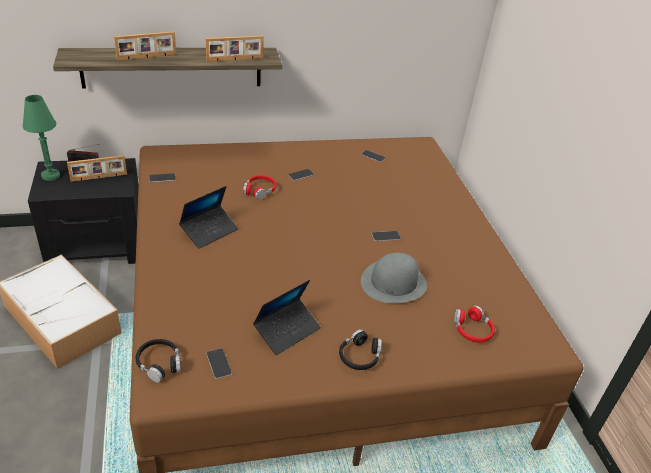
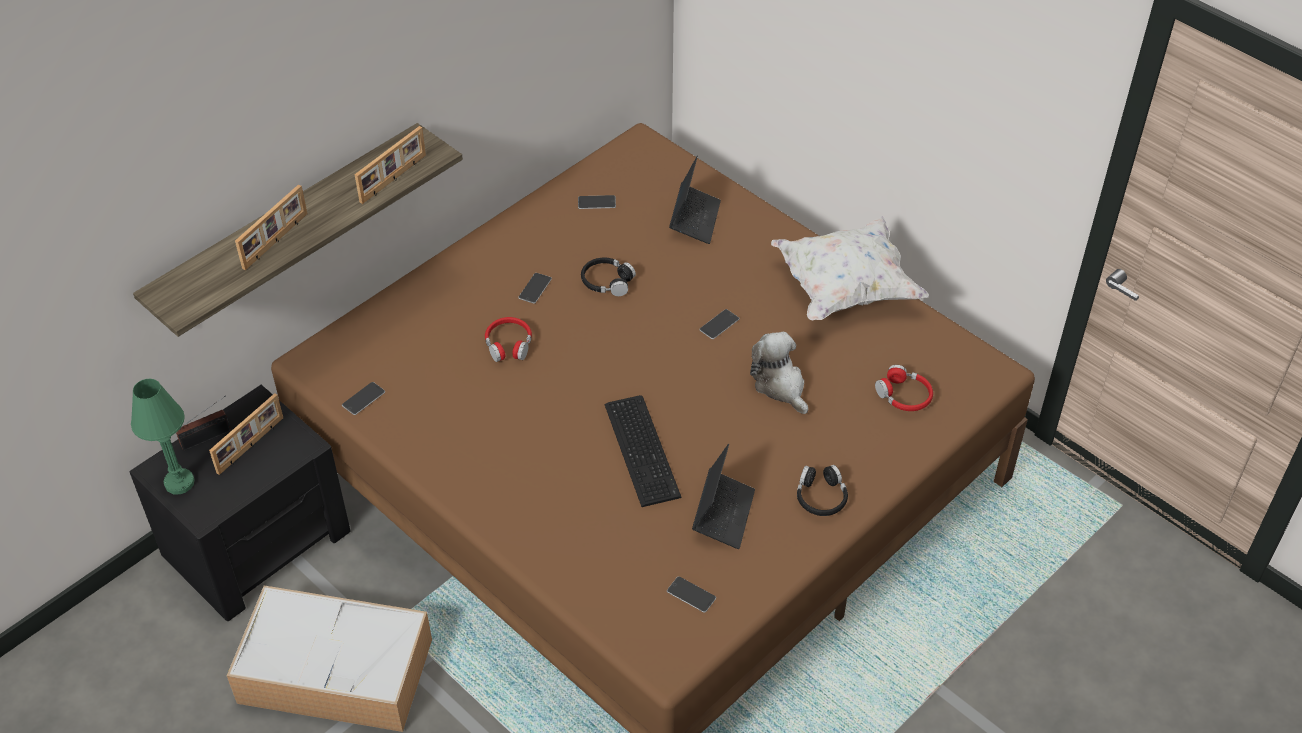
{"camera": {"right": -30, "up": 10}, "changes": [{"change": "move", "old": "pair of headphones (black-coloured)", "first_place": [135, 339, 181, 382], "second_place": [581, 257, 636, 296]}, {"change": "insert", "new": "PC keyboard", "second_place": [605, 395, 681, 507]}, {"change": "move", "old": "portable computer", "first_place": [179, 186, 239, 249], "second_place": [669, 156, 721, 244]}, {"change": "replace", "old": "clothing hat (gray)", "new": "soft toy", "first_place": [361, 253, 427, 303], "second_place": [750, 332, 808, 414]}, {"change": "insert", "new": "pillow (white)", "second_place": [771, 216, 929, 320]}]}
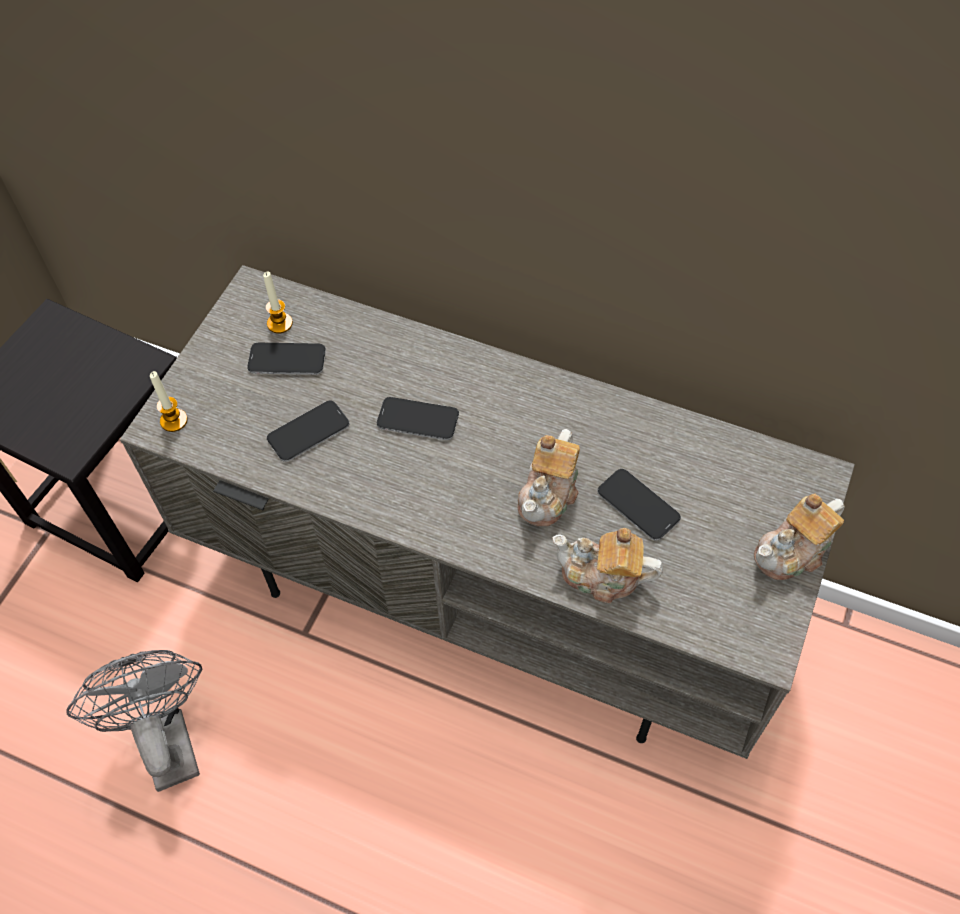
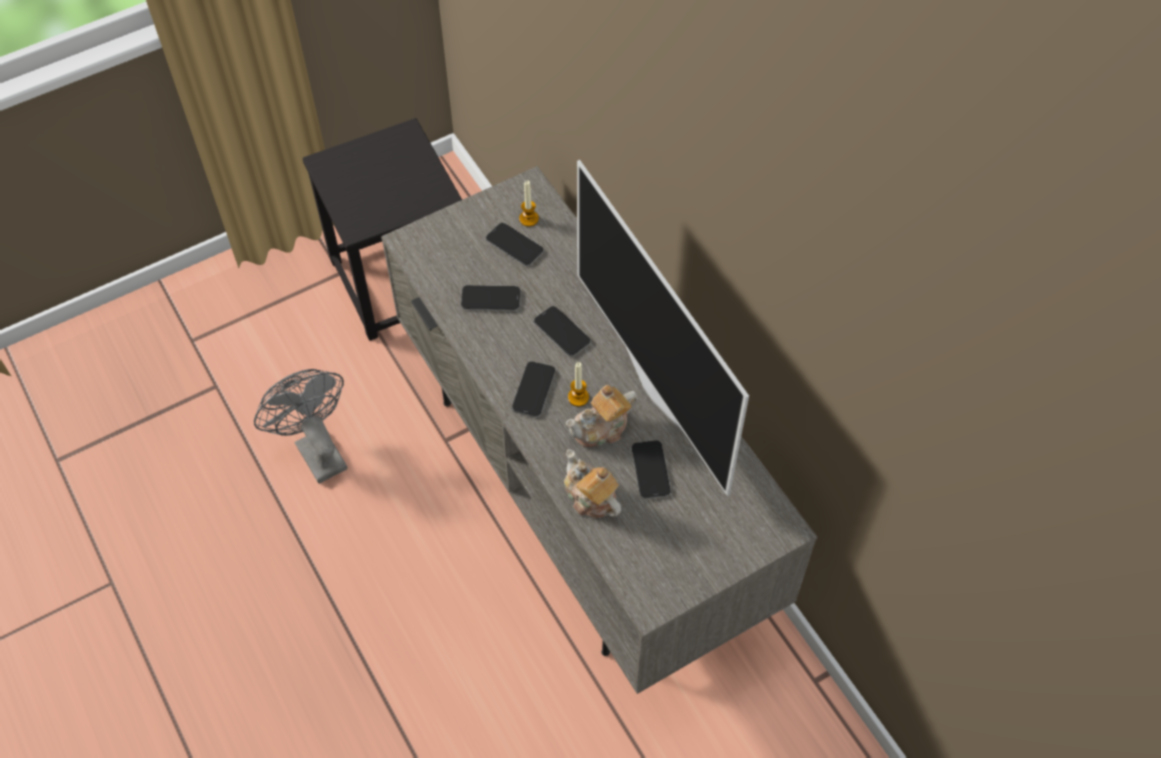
{"camera": {"right": 35, "up": 0}, "changes": [{"change": "rotate", "old": "fan (gray)", "first_place": [67, 650, 202, 792], "second_place": [254, 369, 348, 484], "degrees": -45}, {"change": "insert", "new": "phone", "second_place": [512, 362, 555, 417]}, {"change": "move", "old": "candle", "first_place": [150, 371, 188, 432], "second_place": [568, 362, 589, 407]}, {"change": "insert", "new": "television", "second_place": [577, 160, 749, 496]}, {"change": "delete", "old": "teapot", "first_place": [754, 493, 845, 580]}]}
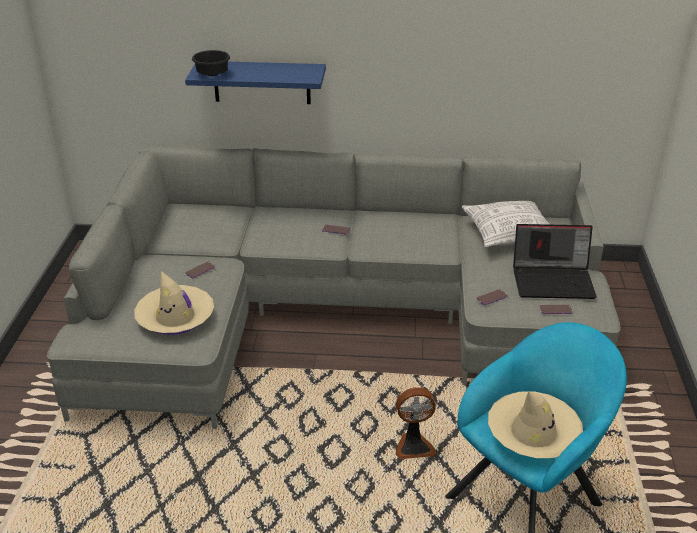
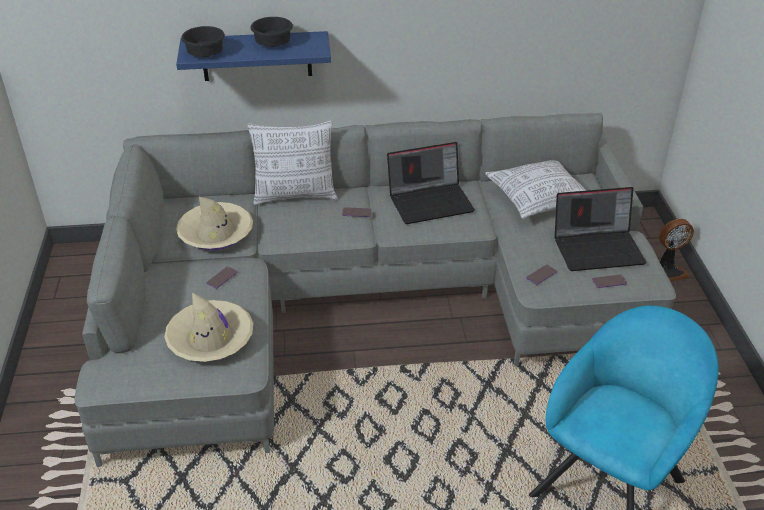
{"camera": {"right": -10, "up": 5}, "changes": [{"change": "move", "old": "clothing hat (sand-coloured)", "first_place": [488, 391, 583, 458], "second_place": [176, 197, 253, 250]}, {"change": "insert", "new": "pillow", "second_place": [247, 121, 337, 205]}, {"change": "insert", "new": "serving bowl (black-coloured)", "second_place": [251, 17, 293, 47]}, {"change": "insert", "new": "portable computer", "second_place": [387, 142, 475, 224]}, {"change": "move", "old": "fan", "first_place": [396, 387, 436, 459], "second_place": [659, 219, 694, 282]}]}
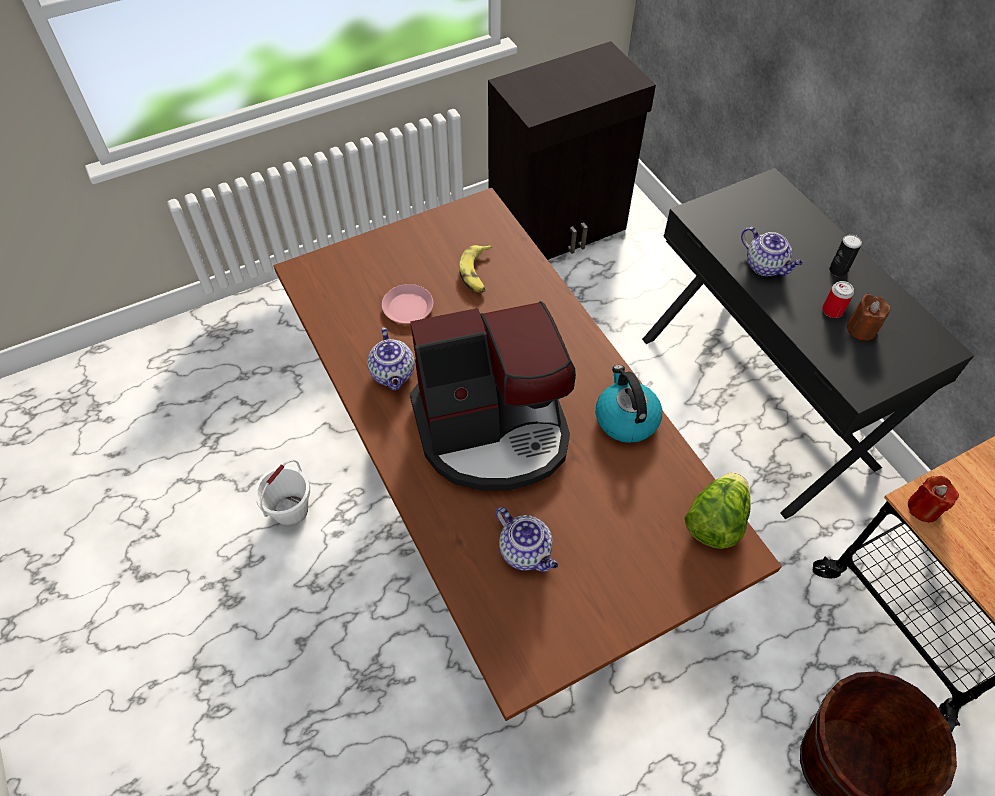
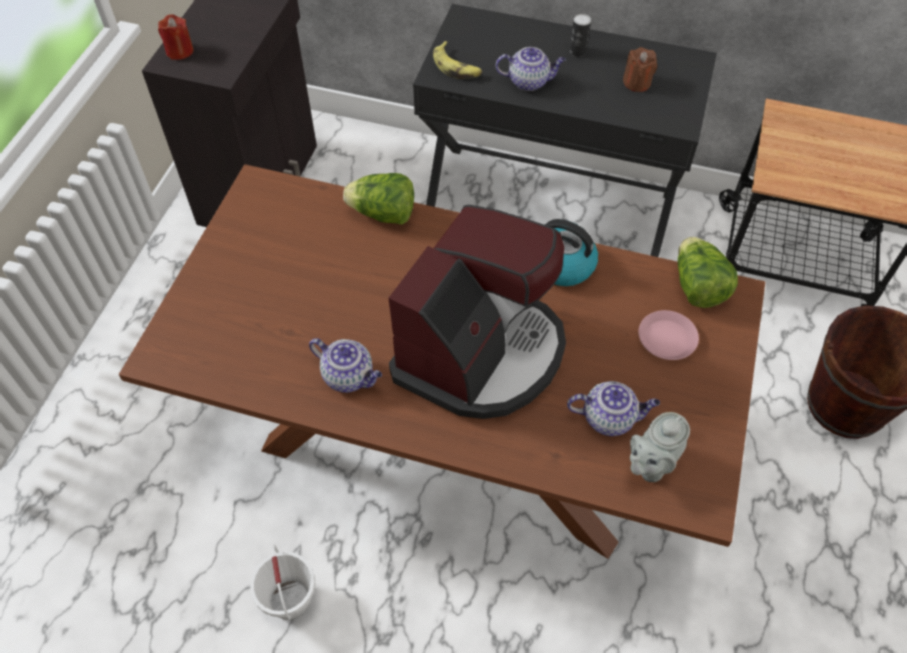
{"camera": {"right": -45, "up": 0}, "changes": [{"change": "move", "old": "candle (red-coloured)", "first_place": [908, 476, 959, 522], "second_place": [158, 14, 193, 60]}, {"change": "insert", "new": "lettuce head", "second_place": [343, 173, 414, 225]}, {"change": "move", "old": "banana", "first_place": [459, 245, 492, 293], "second_place": [433, 41, 482, 79]}, {"change": "insert", "new": "teapot (gray)", "second_place": [630, 412, 690, 482]}, {"change": "move", "old": "plate (pink)", "first_place": [382, 284, 433, 324], "second_place": [638, 310, 699, 360]}, {"change": "delete", "old": "metal can", "first_place": [822, 281, 854, 318]}]}
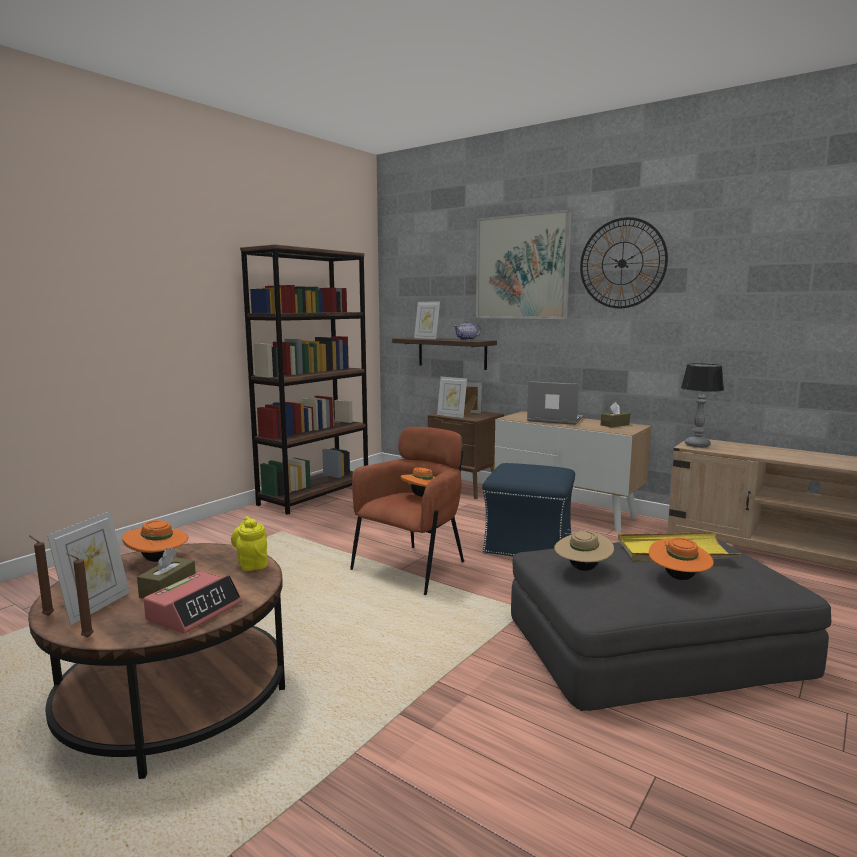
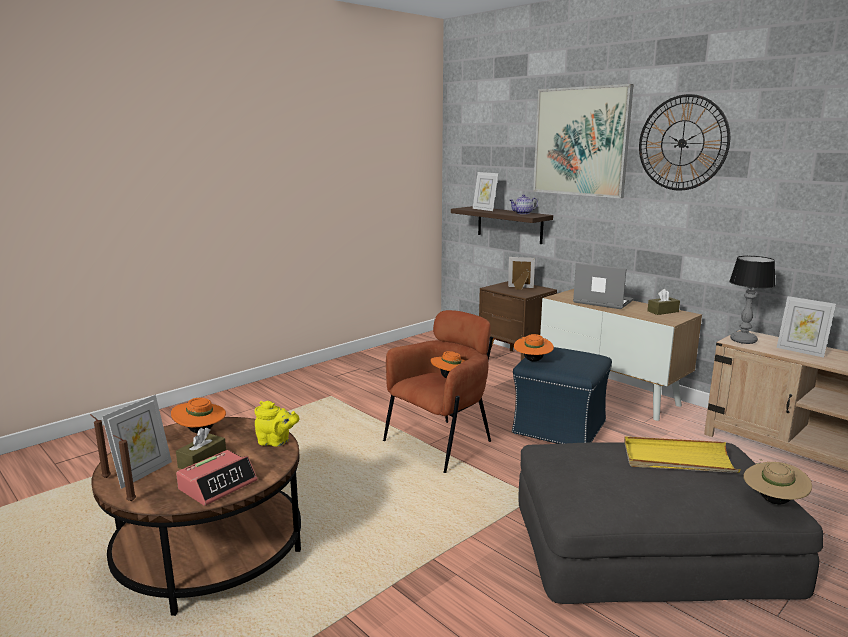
{"camera": {"right": 10, "up": 5}, "changes": [{"change": "rotate", "old": "teapot (yellowish)", "first_place": [231, 516, 268, 571], "second_place": [255, 401, 300, 447], "degrees": 120}, {"change": "move", "old": "clothing hat (orange-coloured)", "first_place": [649, 537, 714, 580], "second_place": [514, 334, 554, 362]}, {"change": "move", "old": "clothing hat (sand-coloured)", "first_place": [554, 529, 614, 571], "second_place": [743, 459, 812, 504]}, {"change": "move", "old": "picture frame", "first_place": [437, 377, 467, 418], "second_place": [777, 296, 836, 358]}, {"change": "delete", "old": "bookshelf (brownish)", "first_place": [240, 244, 368, 515]}]}
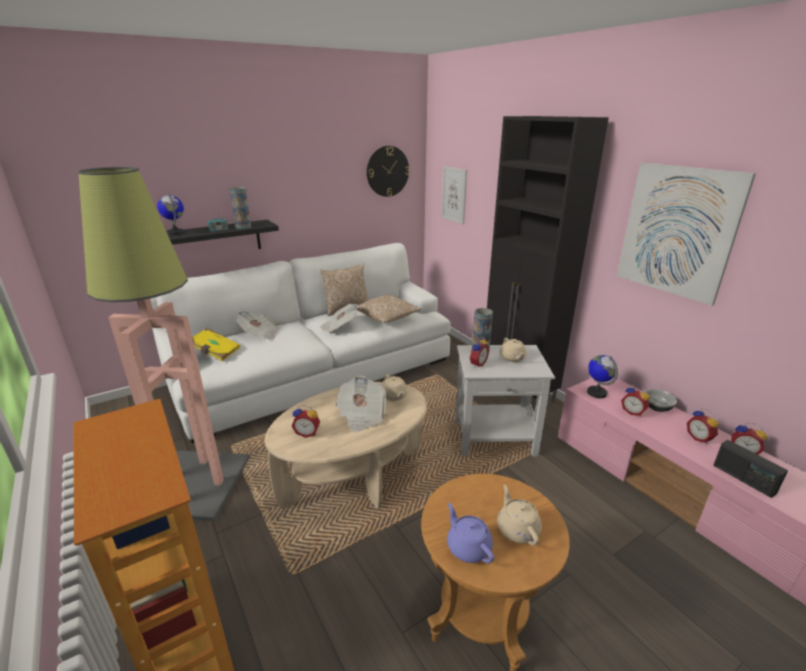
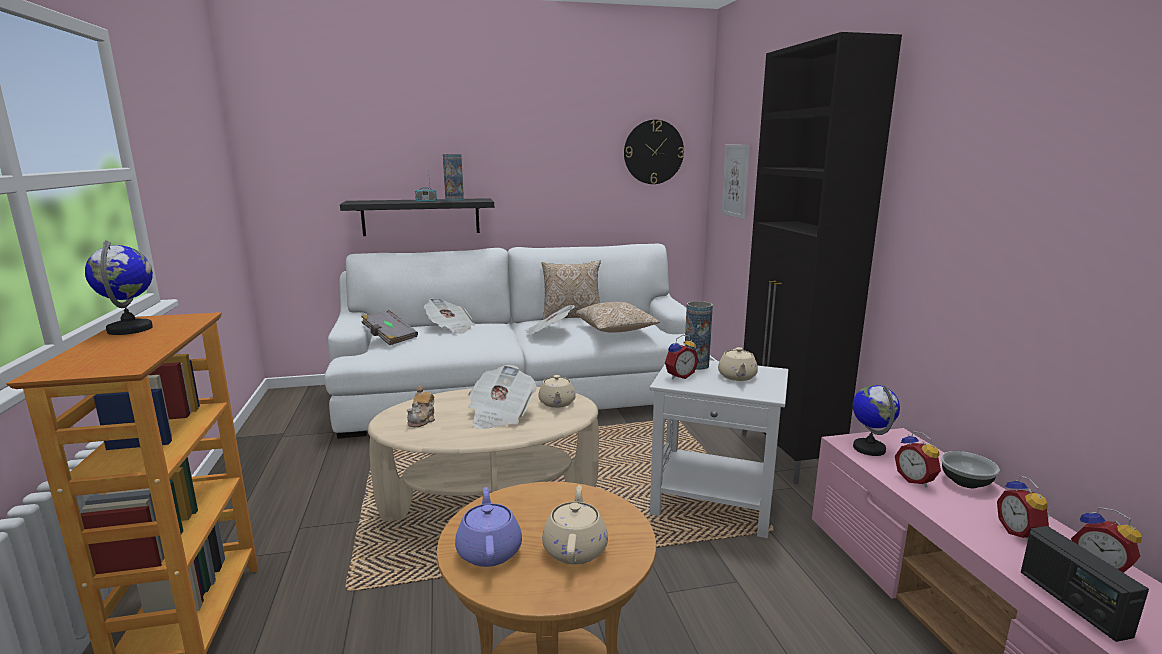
{"camera": {"right": 20, "up": -10}, "changes": [{"change": "move", "old": "globe", "first_place": [157, 193, 185, 235], "second_place": [85, 240, 153, 335]}, {"change": "recolor", "old": "volume (yellowish)", "new": "volume (gray)", "first_place": [192, 328, 240, 361], "second_place": [361, 310, 418, 345]}, {"change": "replace", "old": "table clock", "new": "teapot", "first_place": [292, 405, 320, 438], "second_place": [406, 387, 435, 427]}, {"change": "delete", "old": "standard lamp", "first_place": [78, 167, 250, 521]}, {"change": "delete", "old": "wall picture", "first_place": [617, 162, 756, 306]}]}
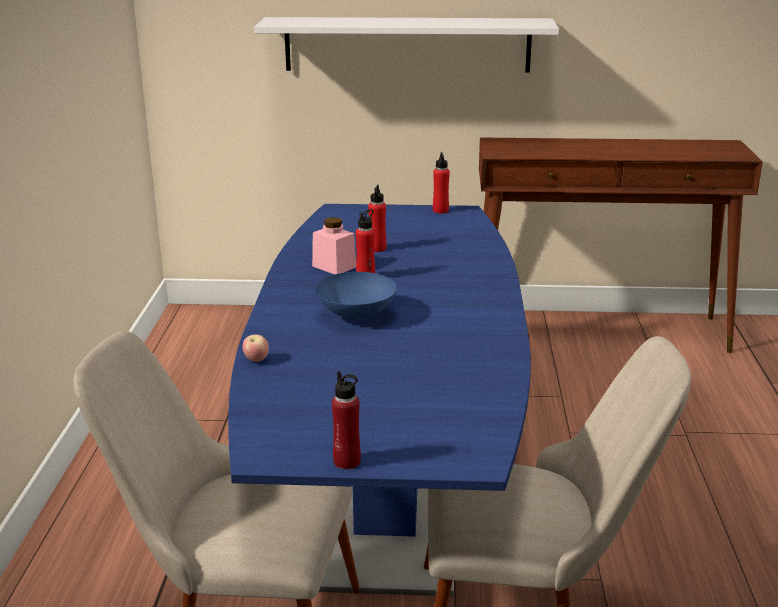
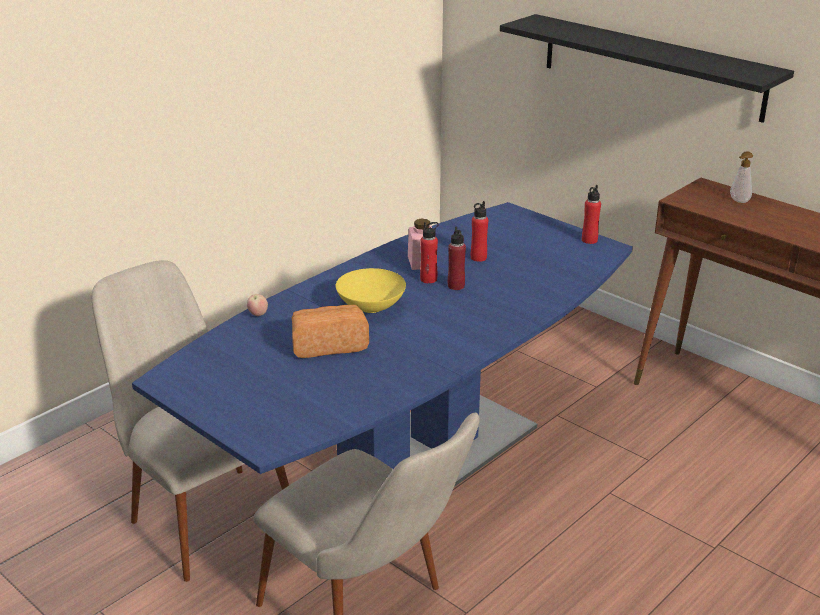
{"camera": {"right": 40, "up": 5}, "changes": [{"change": "insert", "new": "baked bread", "second_place": [292, 305, 369, 358]}, {"change": "recolor", "old": "serving bowl (blue-coloured)", "new": "serving bowl (yellowish)", "first_place": [315, 272, 397, 321], "second_place": [336, 268, 406, 313]}, {"change": "move", "old": "beverage bottle (red-coloured)", "first_place": [332, 371, 361, 469], "second_place": [448, 226, 466, 290]}, {"change": "recolor", "old": "shelf (white)", "new": "shelf (black-coloured)", "first_place": [254, 17, 559, 72], "second_place": [500, 14, 794, 123]}, {"change": "insert", "new": "soap dispenser", "second_place": [730, 151, 753, 203]}]}
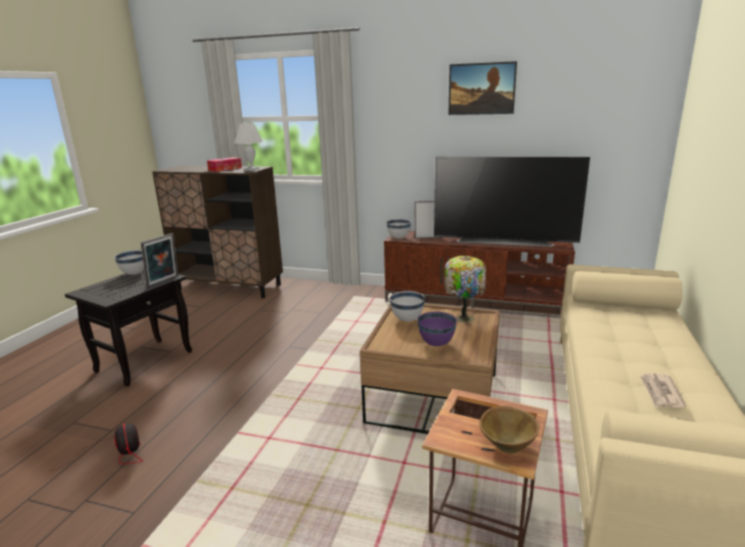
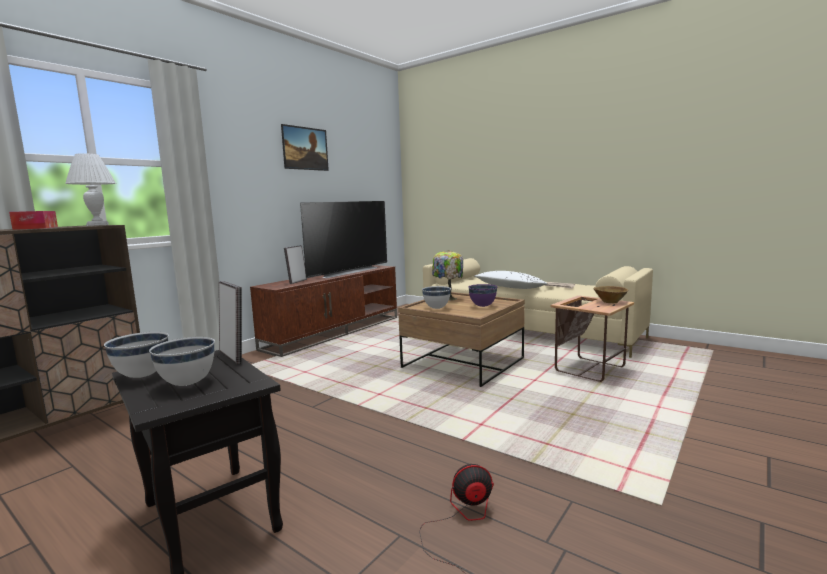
{"camera": {"right": -70, "up": -10}, "changes": [{"change": "move", "old": "serving bowl (white)", "first_place": [386, 219, 411, 239], "second_place": [149, 337, 215, 386]}, {"change": "insert", "new": "pillow (white)", "second_place": [474, 271, 548, 289]}]}
